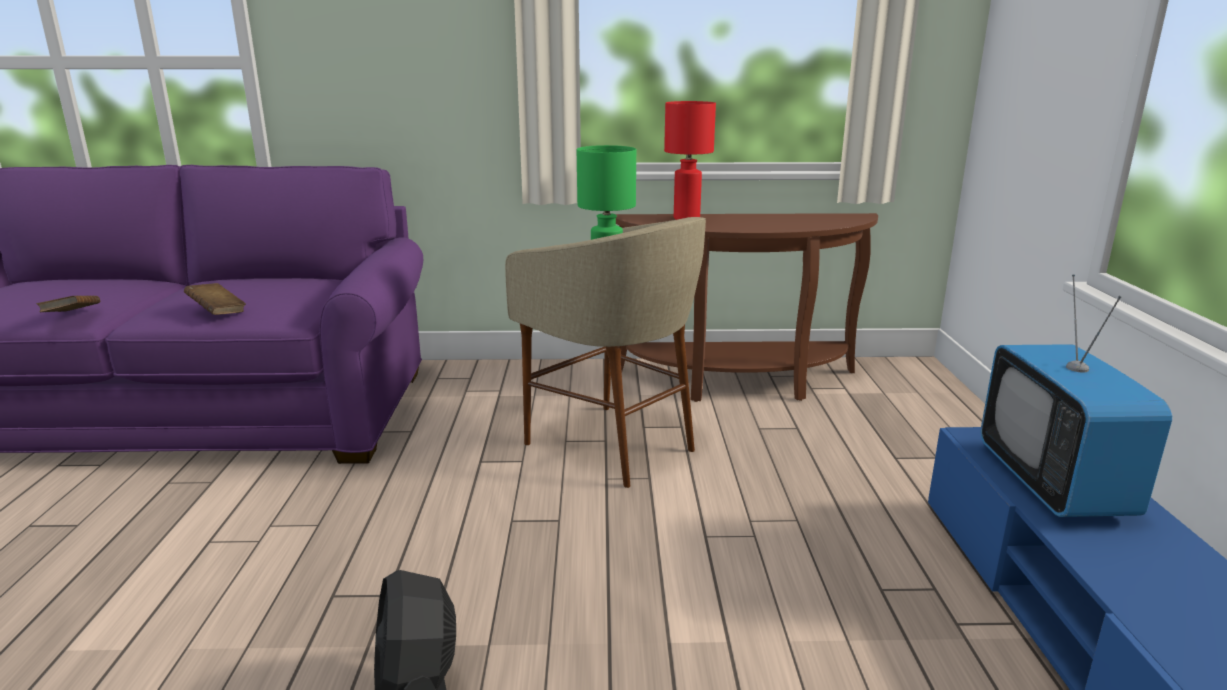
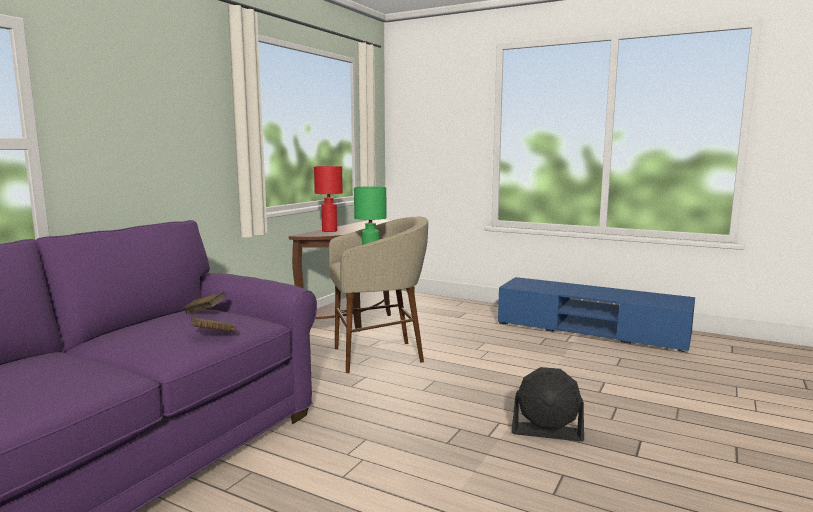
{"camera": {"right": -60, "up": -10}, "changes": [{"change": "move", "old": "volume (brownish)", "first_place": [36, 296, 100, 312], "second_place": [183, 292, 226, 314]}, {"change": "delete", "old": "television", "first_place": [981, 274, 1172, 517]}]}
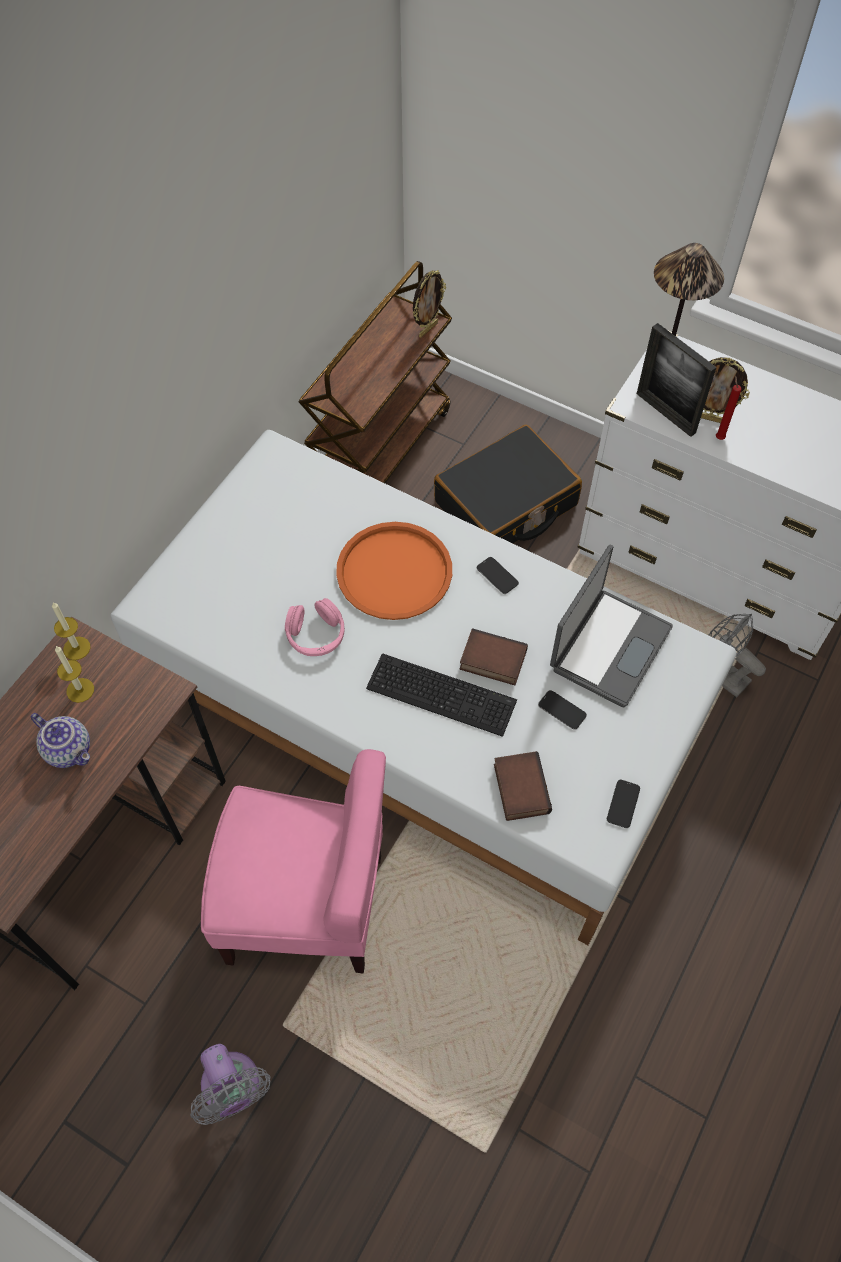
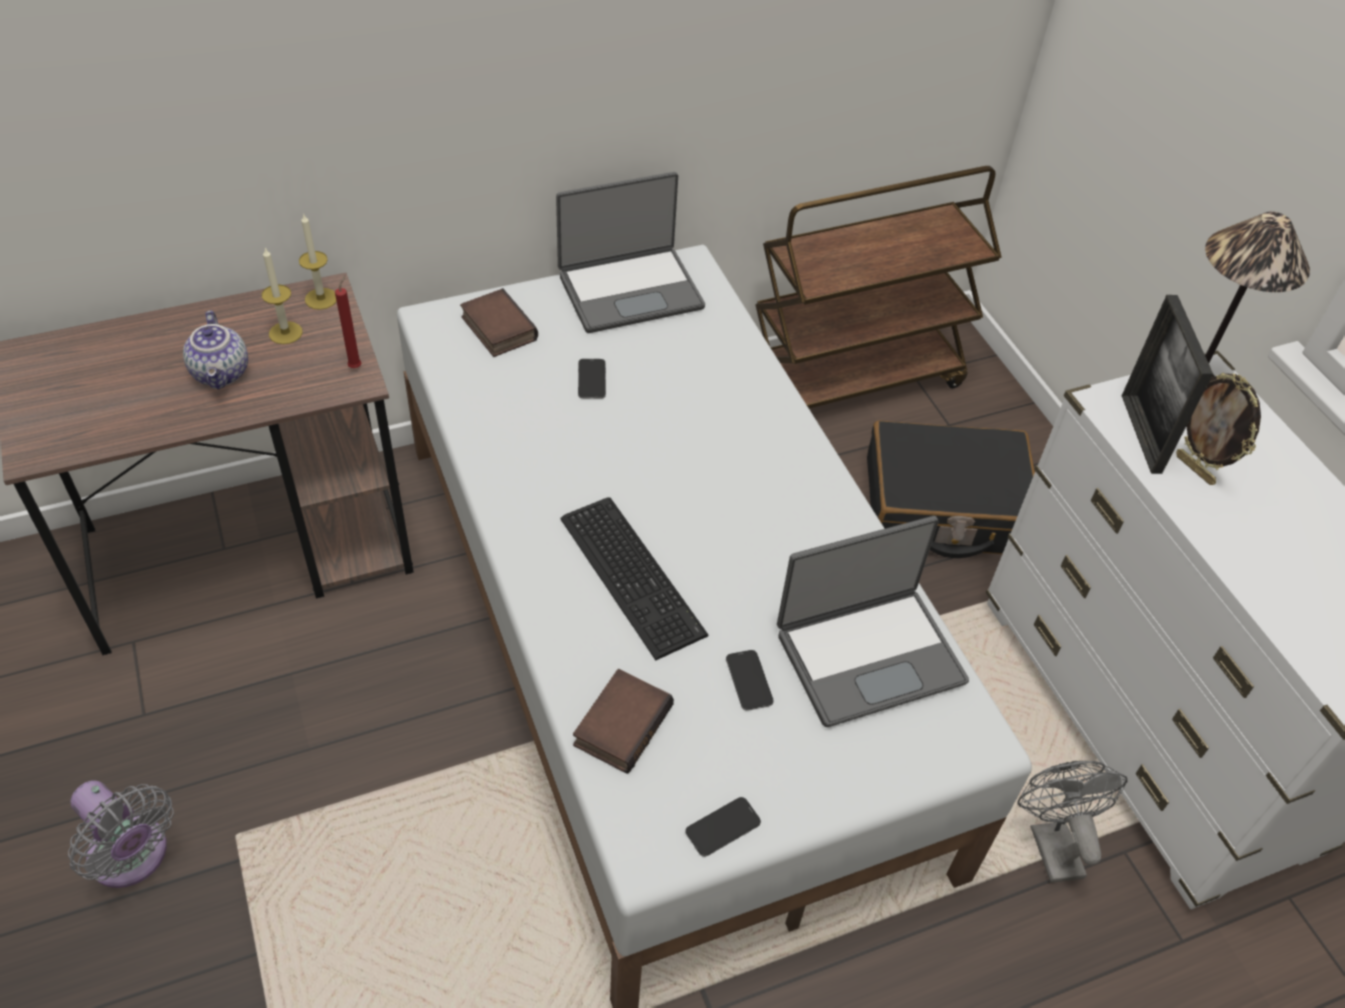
{"camera": {"right": 35, "up": -10}, "changes": [{"change": "rotate", "old": "fan (gray)", "first_place": [190, 1044, 271, 1125], "second_place": [68, 781, 173, 888], "degrees": -60}, {"change": "move", "old": "candle (red-coloured)", "first_place": [716, 375, 742, 440], "second_place": [335, 275, 362, 368]}, {"change": "move", "old": "volume", "first_place": [460, 628, 528, 685], "second_place": [460, 288, 538, 357]}, {"change": "insert", "new": "portable computer", "second_place": [556, 172, 705, 333]}, {"change": "move", "old": "phone", "first_place": [477, 557, 519, 594], "second_place": [578, 359, 606, 399]}, {"change": "delete", "old": "plain chair (pink)", "first_place": [201, 749, 386, 974]}, {"change": "delete", "old": "pair of headphones (pink)", "first_place": [285, 598, 345, 656]}, {"change": "delete", "old": "tray (orange-coloured)", "first_place": [336, 522, 452, 620]}, {"change": "delete", "old": "picture frame", "first_place": [413, 270, 446, 338]}]}
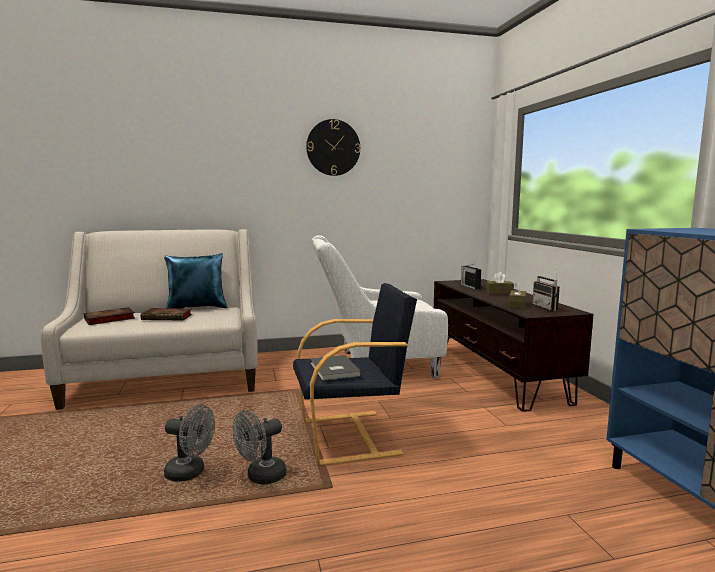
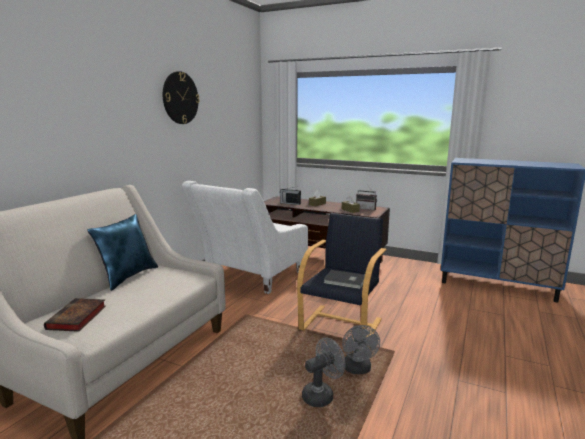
{"camera": {"right": -50, "up": 5}, "changes": [{"change": "delete", "old": "volume", "first_place": [141, 308, 192, 321]}]}
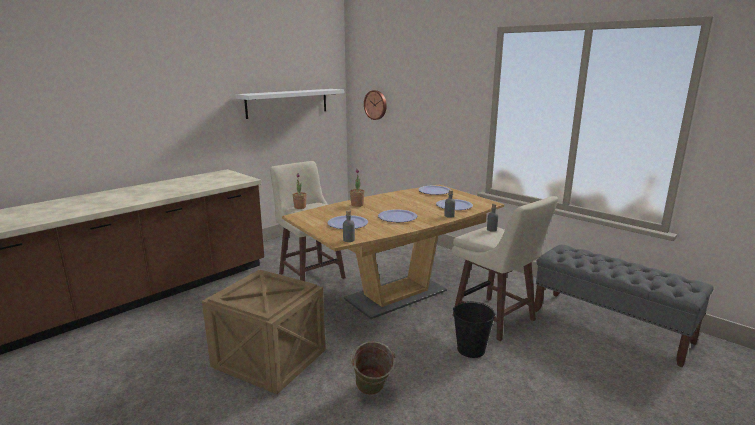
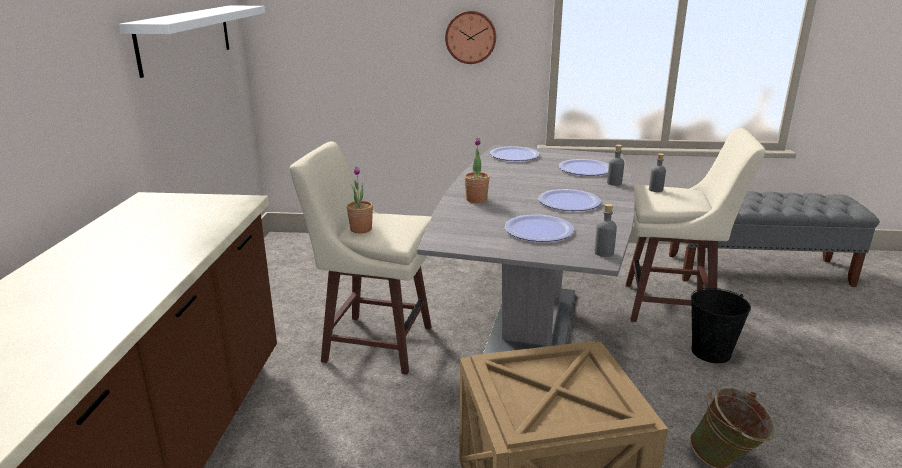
{"camera": {"right": -40, "up": 5}, "changes": [{"change": "recolor", "old": "dinner table (brownish)", "new": "dinner table (gray)", "first_place": [282, 185, 504, 319], "second_place": [417, 145, 635, 354]}, {"change": "move", "old": "clock on the wall", "first_place": [364, 90, 387, 120], "second_place": [445, 11, 496, 64]}]}
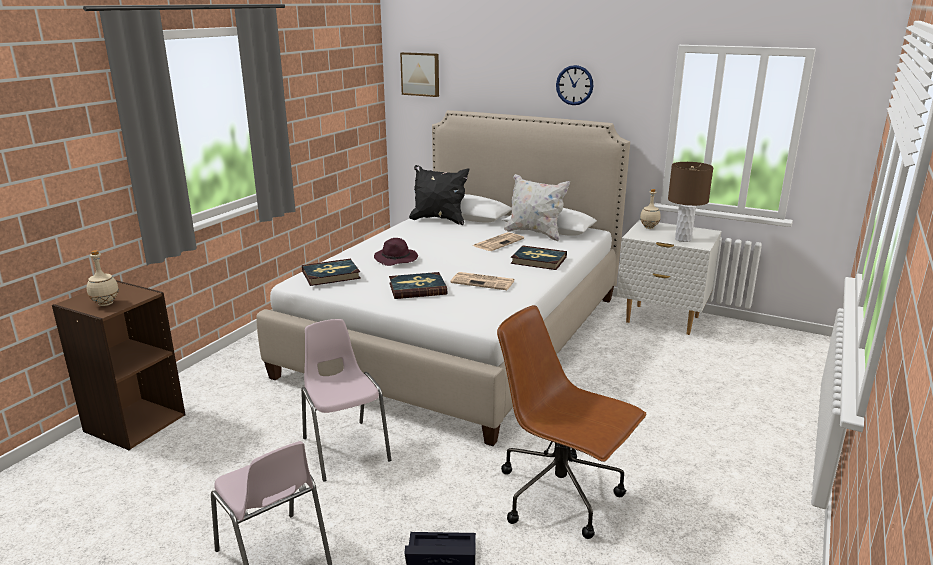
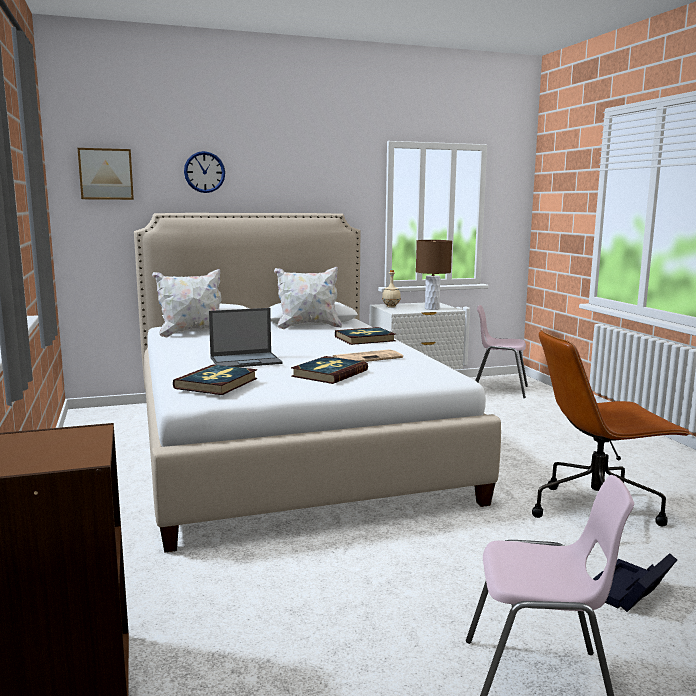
{"camera": {"right": -45, "up": -10}, "changes": [{"change": "recolor", "old": "pillow (black-coloured)", "new": "pillow (white)", "first_place": [409, 165, 469, 225], "second_place": [152, 269, 222, 337]}, {"change": "move", "old": "clock on the wall", "first_place": [556, 65, 593, 105], "second_place": [184, 151, 225, 193]}, {"change": "replace", "old": "clothing hat (purple)", "new": "portable computer", "first_place": [374, 238, 418, 266], "second_place": [209, 308, 283, 367]}, {"change": "move", "old": "plain chair (pink)", "first_place": [301, 319, 391, 482], "second_place": [475, 305, 528, 398]}, {"change": "delete", "old": "beverage bottle (sand-coloured)", "first_place": [87, 250, 119, 306]}, {"change": "delete", "old": "newspaper", "first_place": [473, 232, 524, 251]}]}
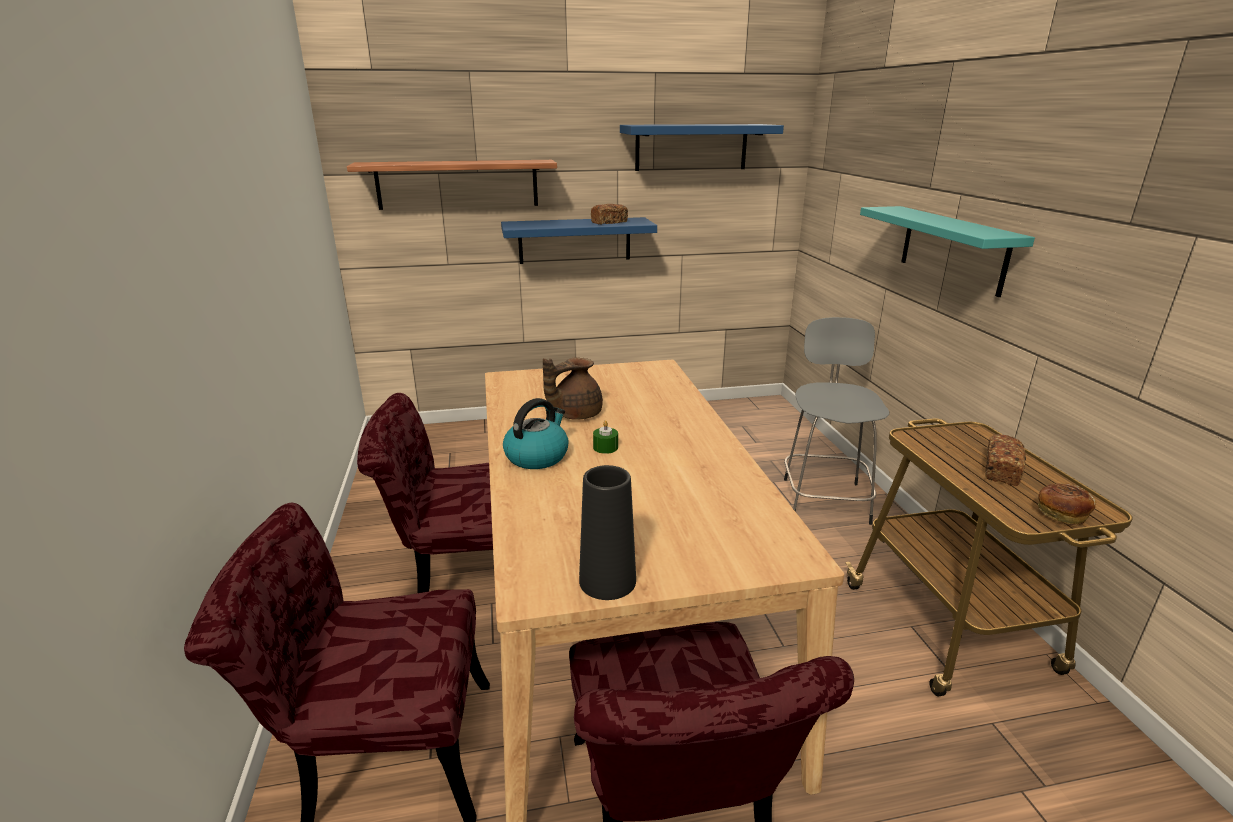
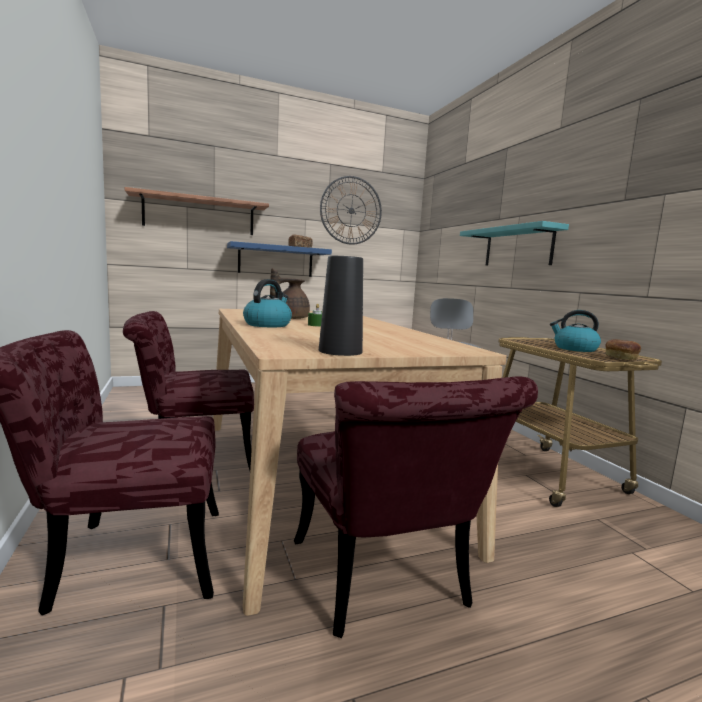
{"camera": {"right": -10, "up": -15}, "changes": [{"change": "replace", "old": "shelf (blue-coloured)", "new": "clock on the wall", "first_place": [620, 124, 784, 171], "second_place": [320, 176, 382, 245]}, {"change": "replace", "old": "baked bread", "new": "kettle", "first_place": [985, 434, 1026, 486], "second_place": [550, 310, 601, 352]}]}
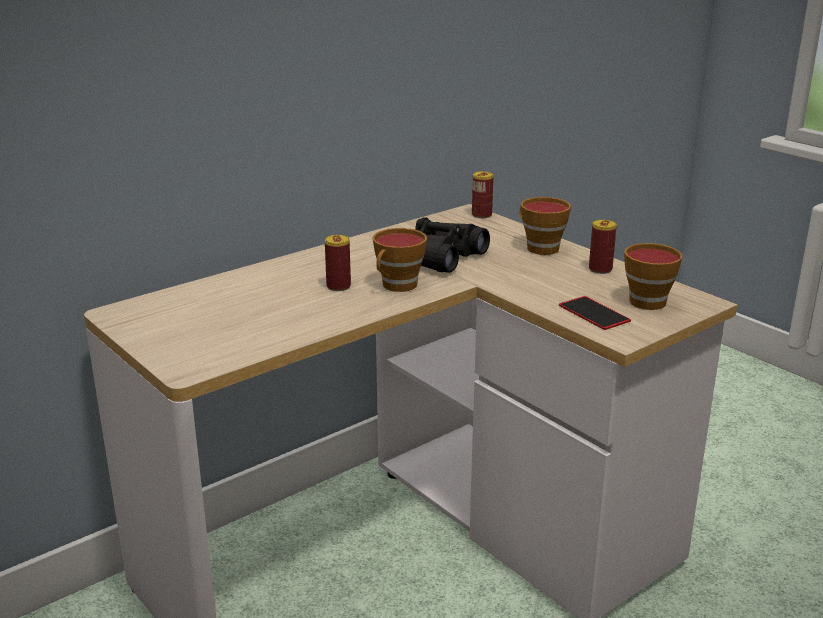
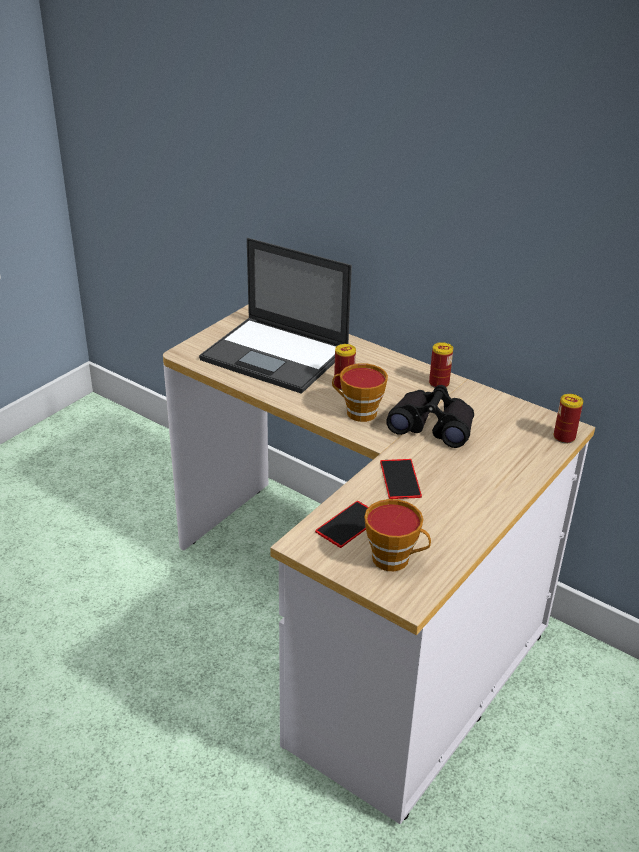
{"camera": {"right": 75, "up": 10}, "changes": [{"change": "insert", "new": "portable computer", "second_place": [199, 238, 352, 394]}, {"change": "insert", "new": "phone", "second_place": [380, 459, 422, 499]}, {"change": "move", "old": "metal can", "first_place": [589, 220, 617, 274], "second_place": [429, 342, 453, 388]}, {"change": "delete", "old": "cup", "first_place": [520, 197, 571, 255]}]}
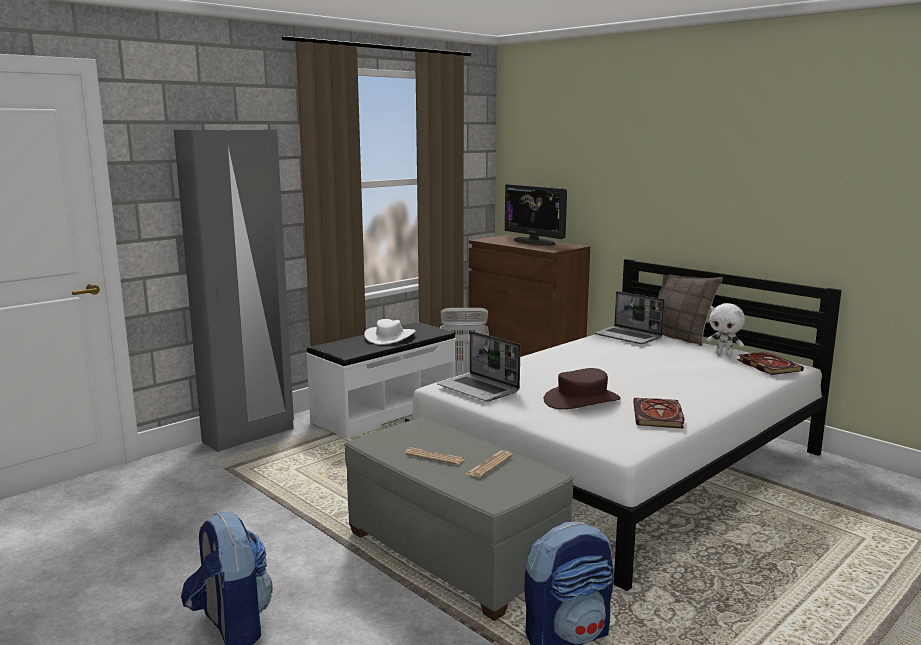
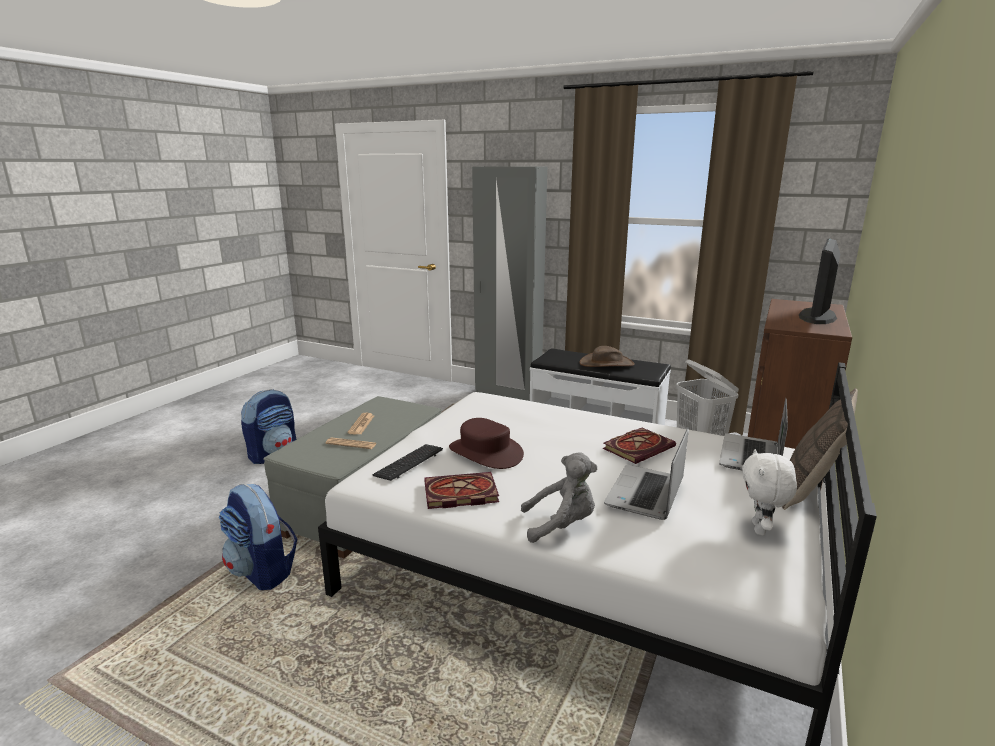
{"camera": {"right": 70, "up": 5}, "changes": [{"change": "insert", "new": "PC keyboard", "second_place": [373, 444, 443, 481]}, {"change": "insert", "new": "soft toy (gray)", "second_place": [521, 453, 597, 543]}, {"change": "recolor", "old": "clothing hat (white)", "new": "clothing hat (brownish)", "first_place": [364, 319, 416, 345], "second_place": [579, 346, 635, 367]}, {"change": "move", "old": "volume", "first_place": [737, 352, 804, 375], "second_place": [603, 428, 676, 464]}, {"change": "move", "old": "portable computer", "first_place": [437, 331, 521, 402], "second_place": [604, 427, 689, 520]}]}
